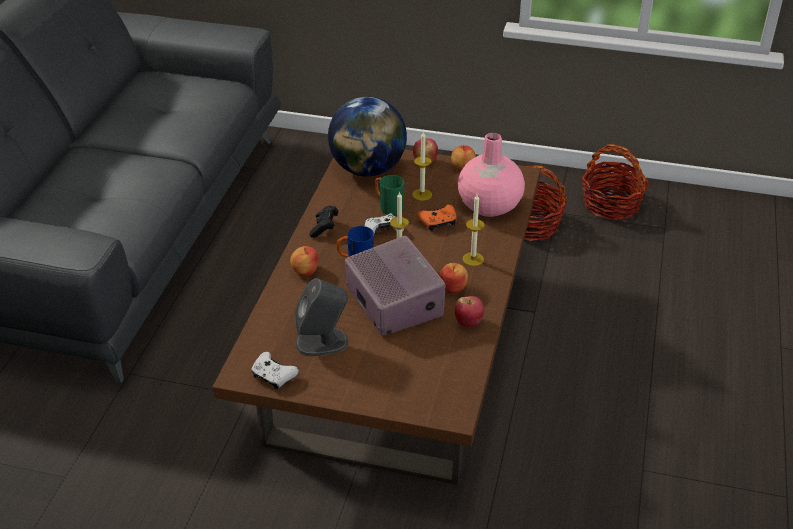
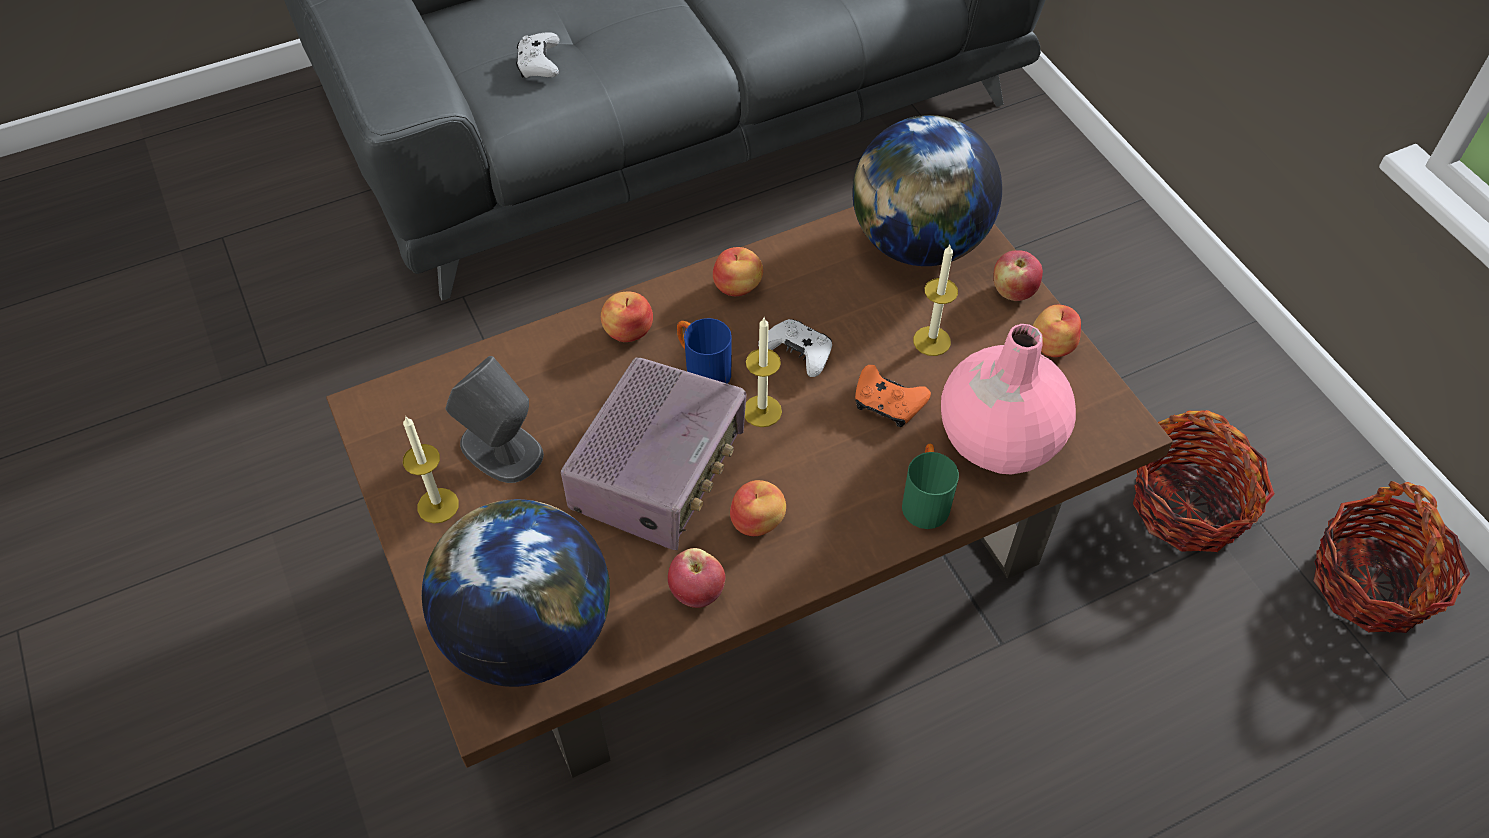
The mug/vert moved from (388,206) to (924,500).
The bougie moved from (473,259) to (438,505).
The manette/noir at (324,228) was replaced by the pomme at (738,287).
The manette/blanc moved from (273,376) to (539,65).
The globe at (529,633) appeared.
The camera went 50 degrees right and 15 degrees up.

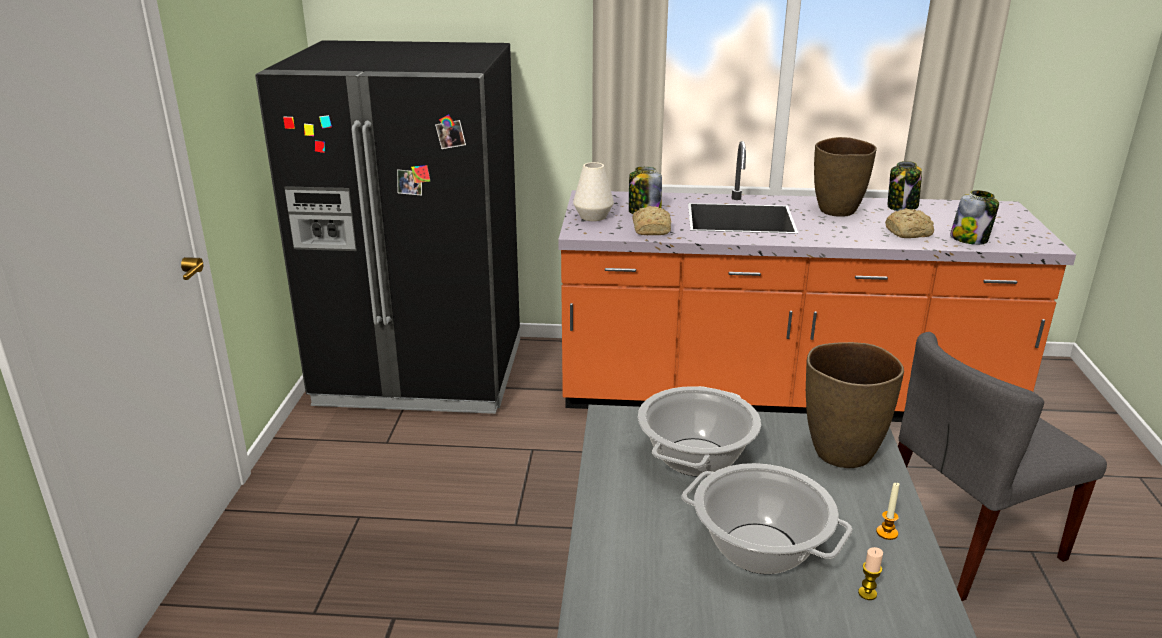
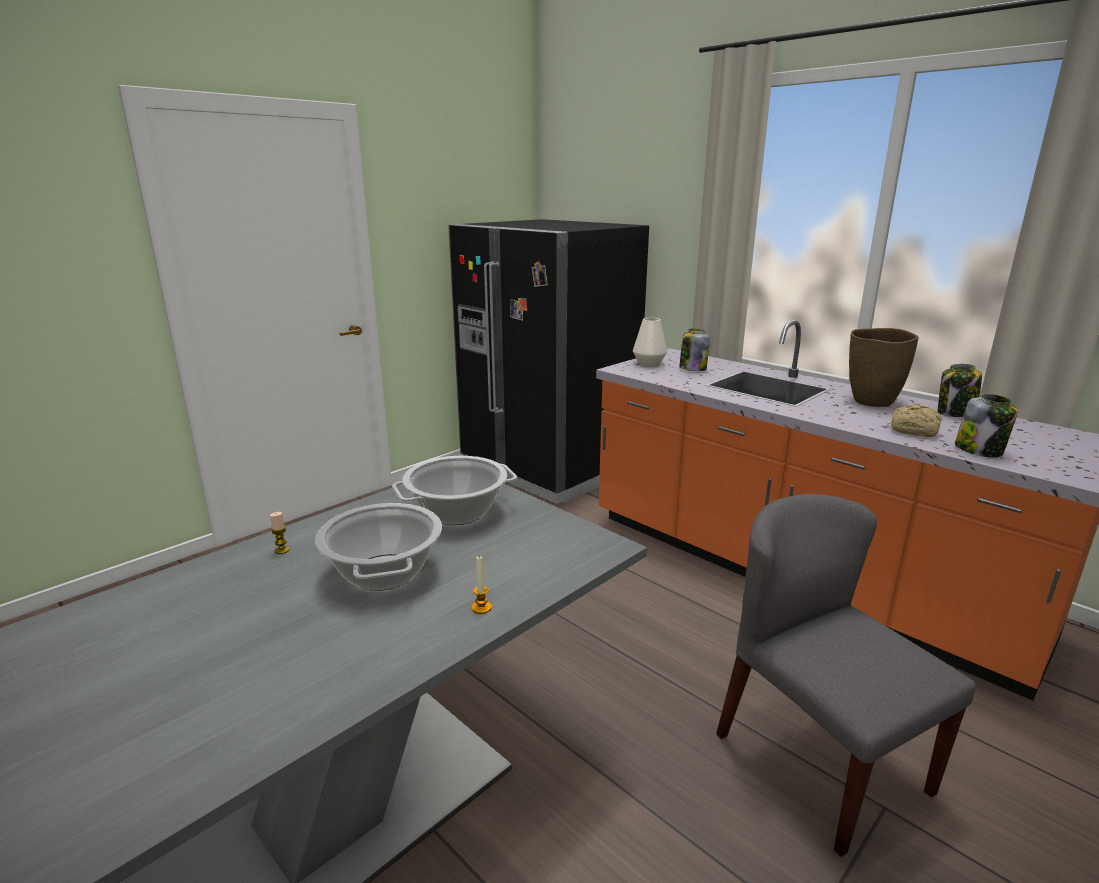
The pain at (652,229) disappeared.
The chaise/gris at (968,543) turned 45 degrees clockwise.
The vase/marron at (840,453) disappeared.
The bougie moved from (867,593) to (282,550).
The camera went 40 degrees right and 5 degrees down.

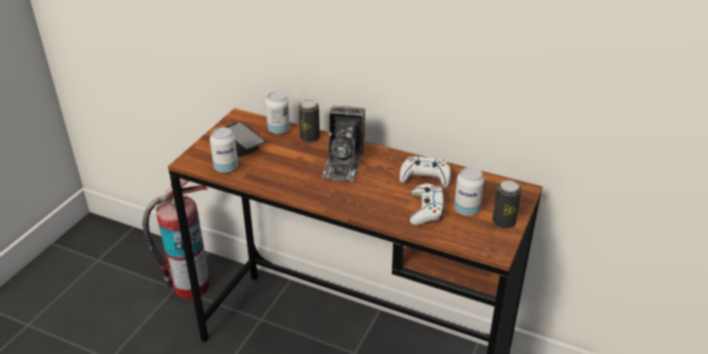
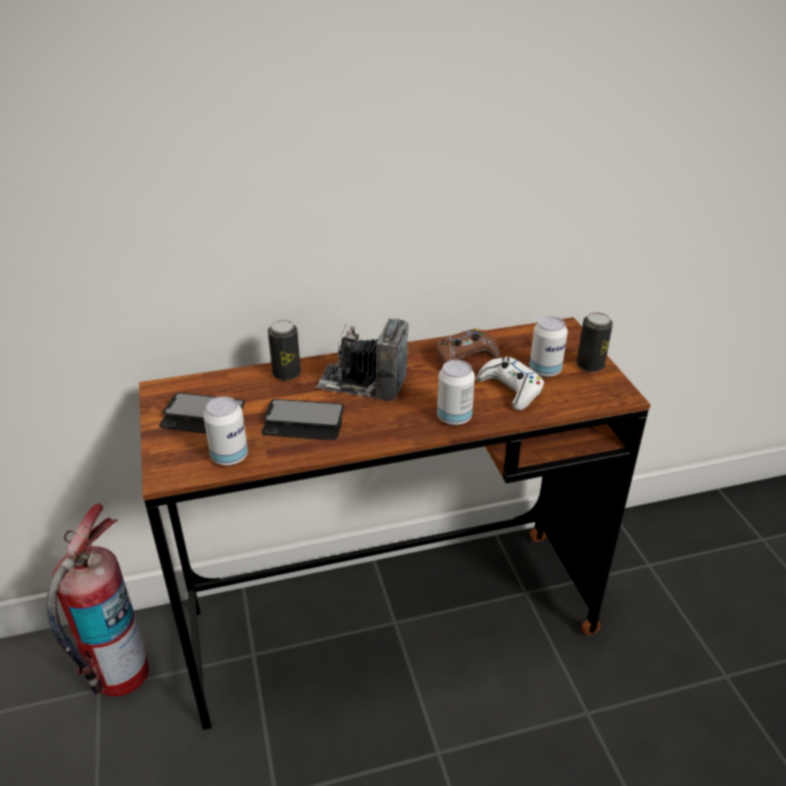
The boîte métallique moved from (279,130) to (454,417).
The appareil photo at (343,162) turned 135 degrees clockwise.
The manette/blanc at (425,177) became the manette/marron at (465,358).
The téléphone at (303,422) appeared.
The camera went 40 degrees left and 0 degrees up.

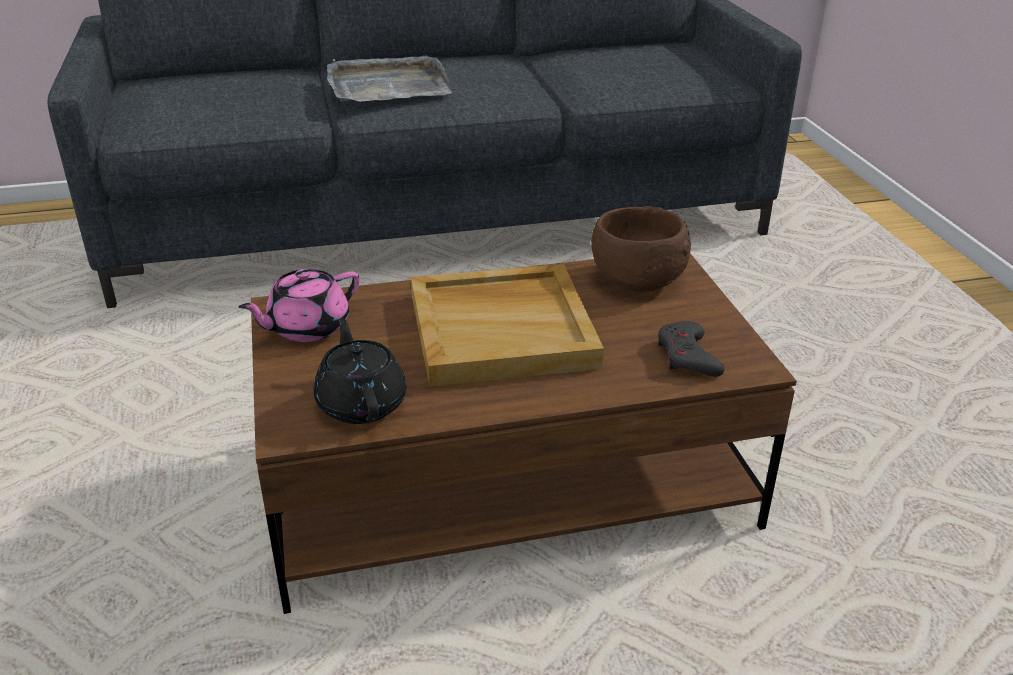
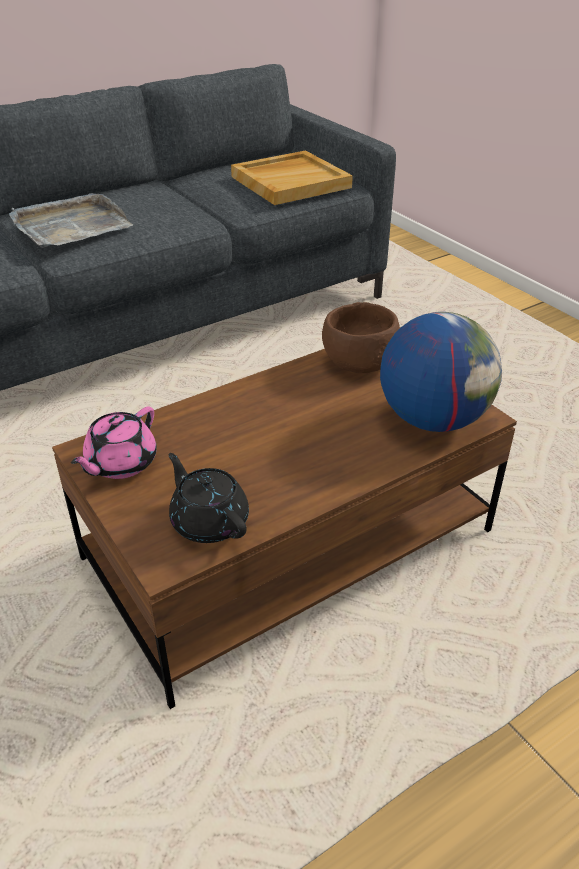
The plateau/beige moved from (503,329) to (291,182).
The manette/gris at (687,356) was replaced by the globe at (432,419).
The camera went 20 degrees left and 5 degrees up.

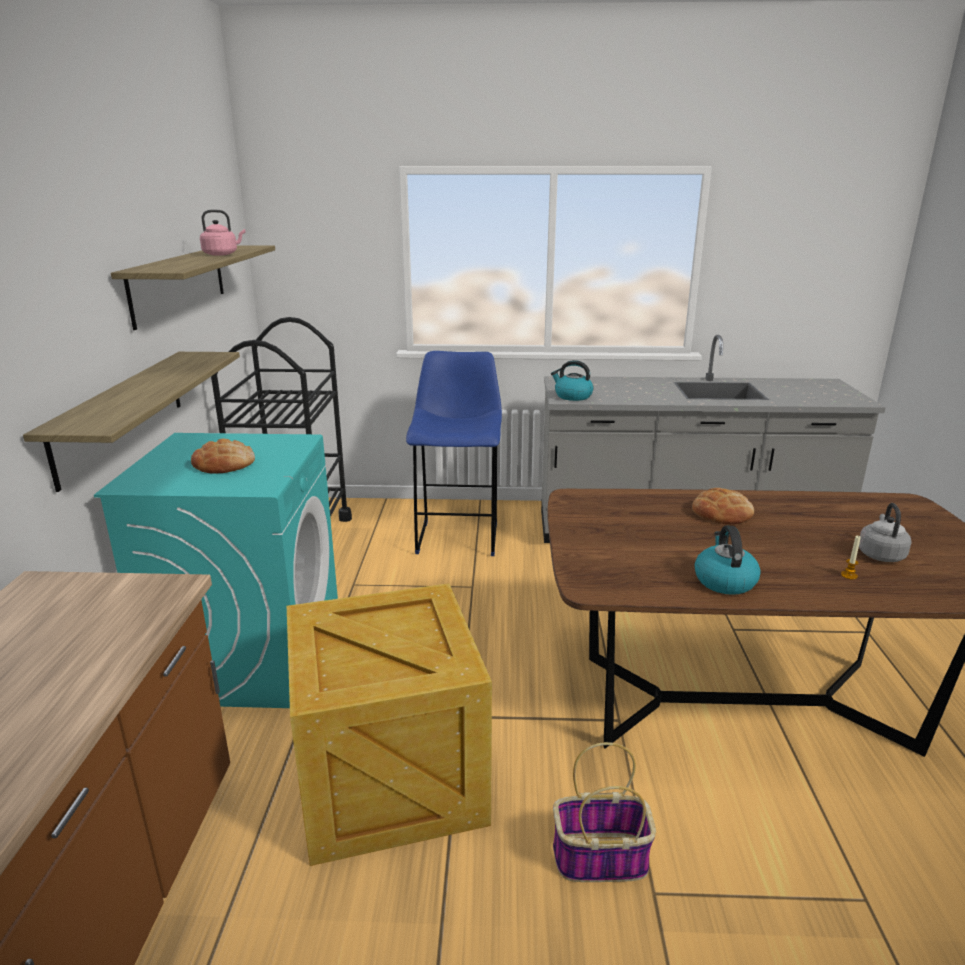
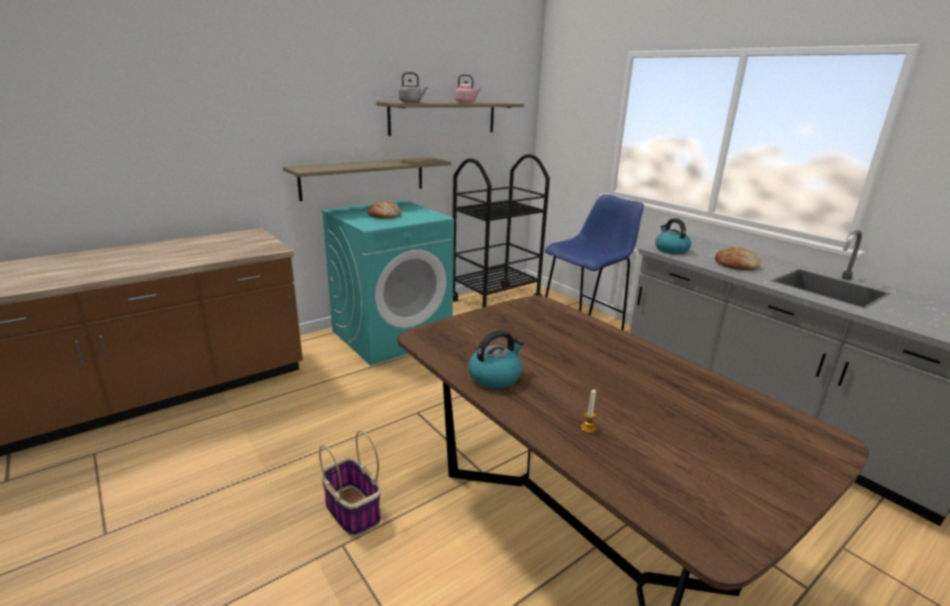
The pain moved from (722,513) to (736,264).
The bouilloire/gris moved from (880,554) to (411,102).
The caisse at (386,776) disappeared.
The camera went 50 degrees right and 0 degrees up.

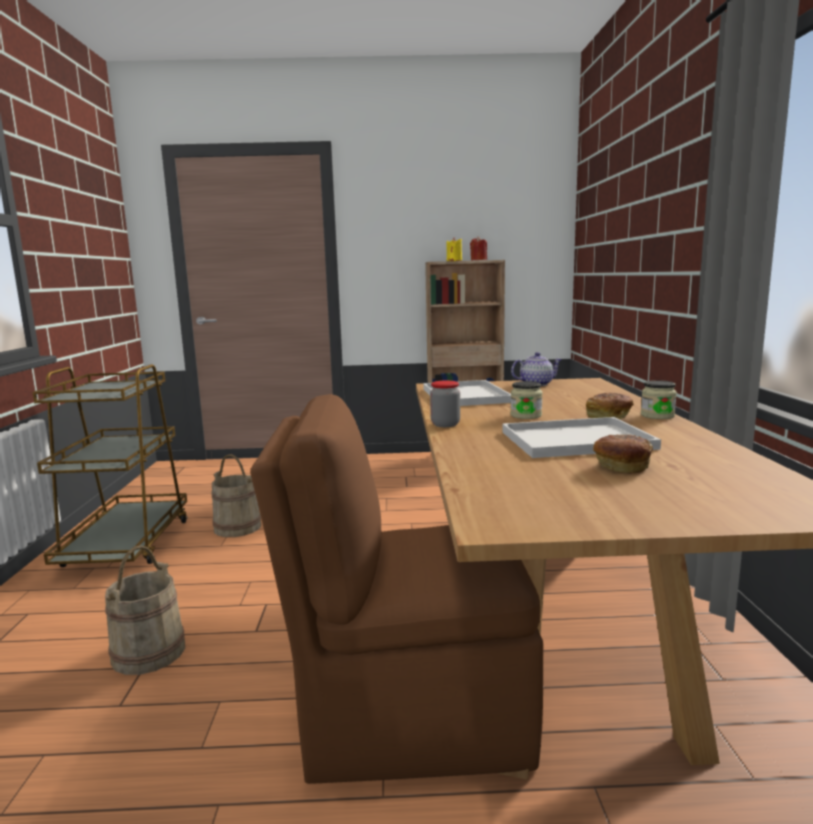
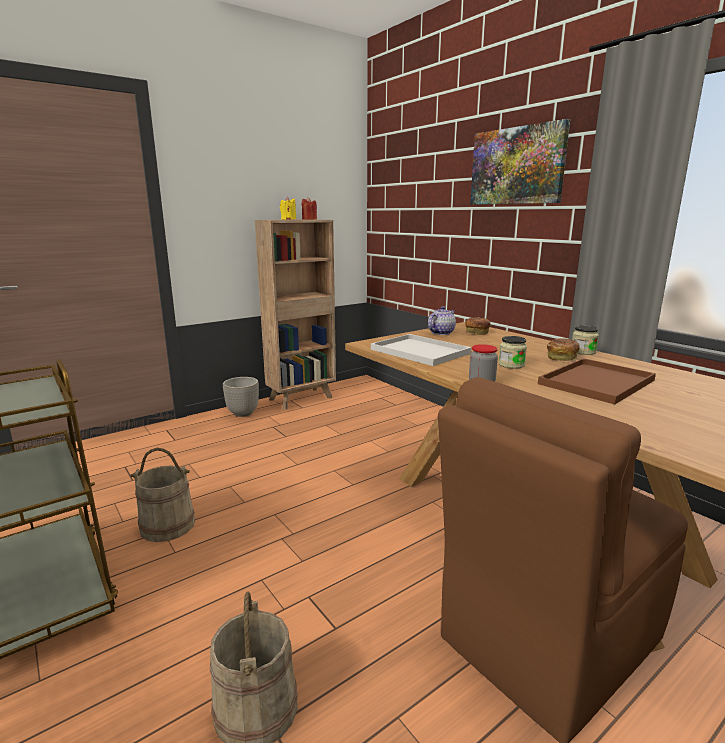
The plateau/blanc at (574,441) became the plateau/marron at (596,383).
The pain moved from (621,466) to (476,332).
The tableau at (517,166) appeared.
The cache-pot at (242,413) appeared.
The camera went 35 degrees left and 5 degrees up.

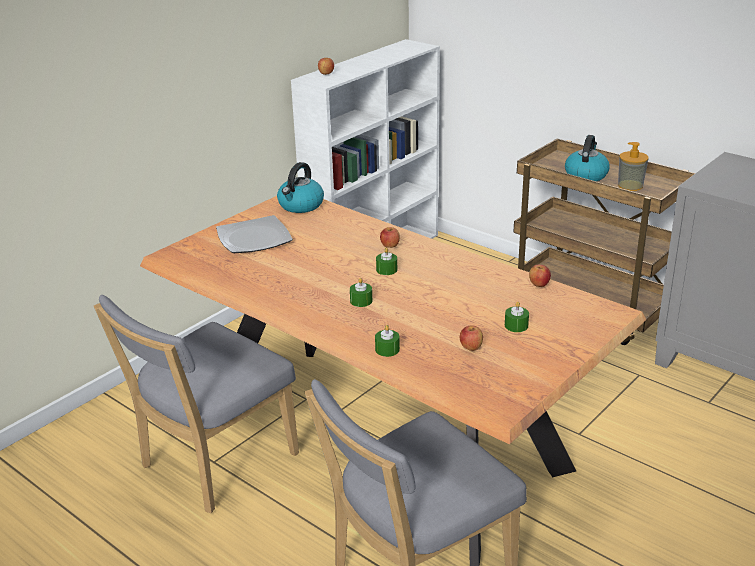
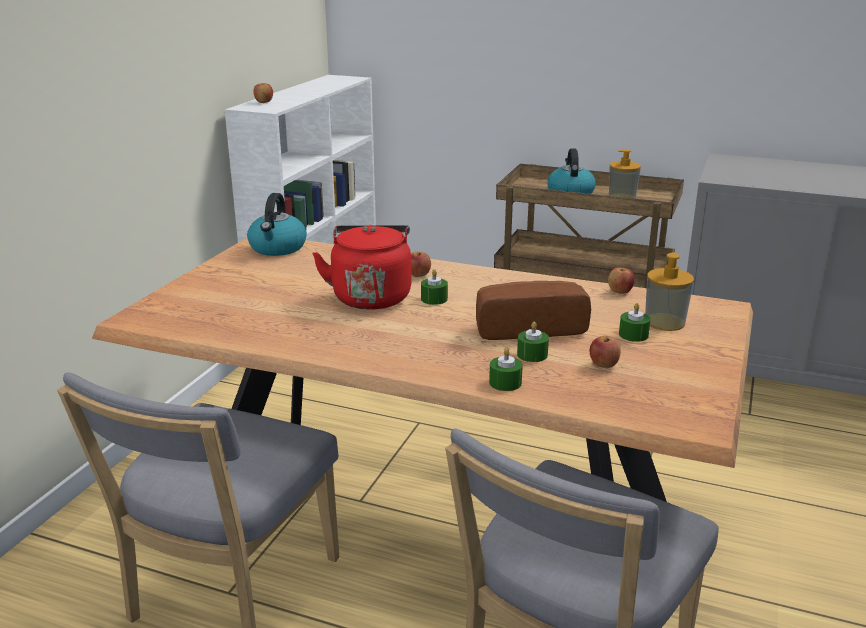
The assiette at (255,238) disappeared.
The bougie/vert moved from (361,301) to (532,354).
The bouilloire/rouge at (371,296) appeared.
The distributeur de savon at (664,322) appeared.
The pain at (528,328) appeared.
The camera went 20 degrees left and 5 degrees down.

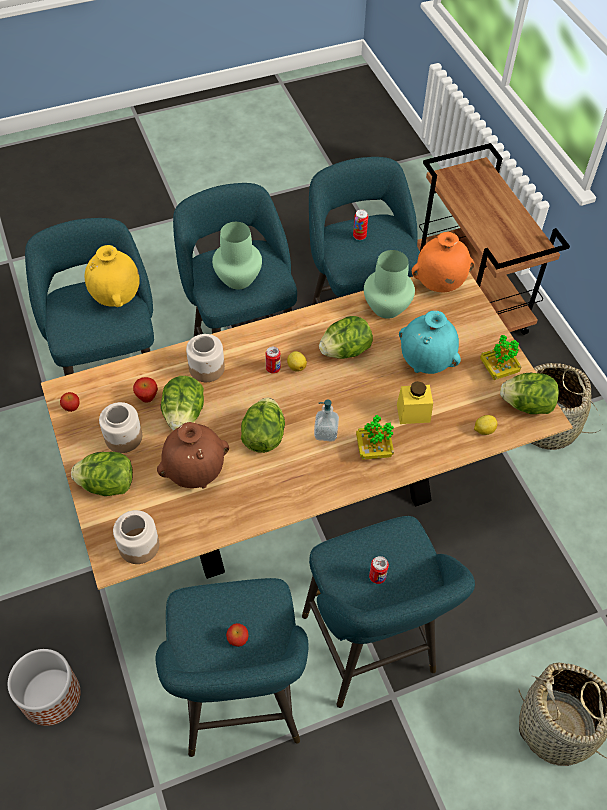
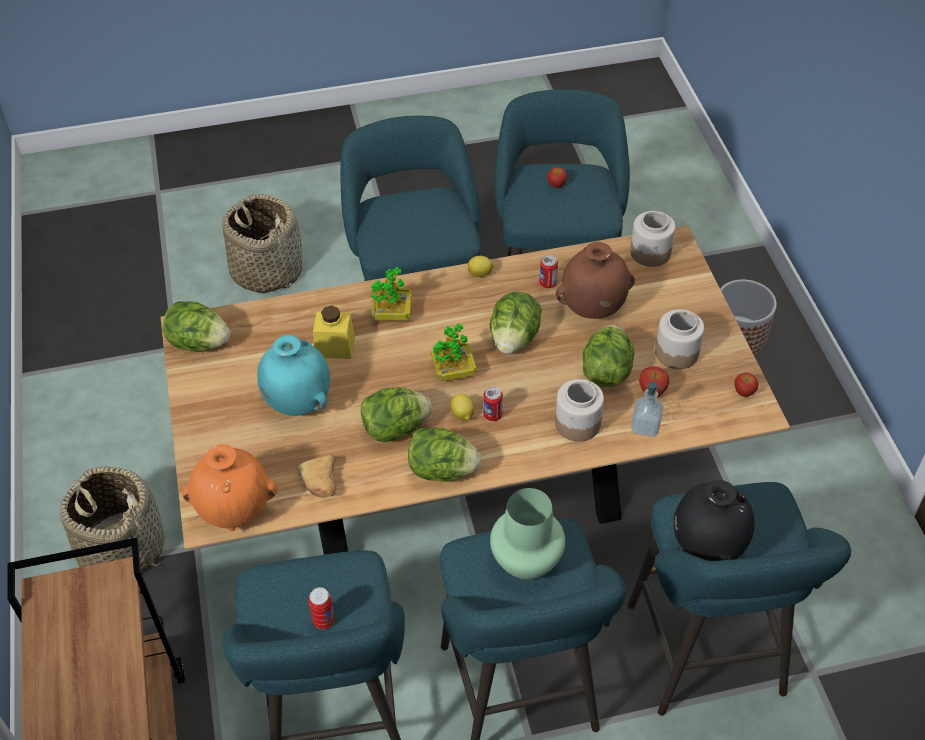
The vase/jaune at (117,298) became the vase/noir at (707,546).
The vase/vert at (387,307) was replaced by the pain at (321,484).
The plante en pot moved from (498,370) to (453,371).
The distributeur de savon moved from (326,433) to (645,426).
The citron moved from (483,430) to (480,274).
The laitue moved from (107,485) to (442,470).
The boîte métallique moved from (377,576) to (548,283).
The camera went 170 degrees left and 5 degrees down.

